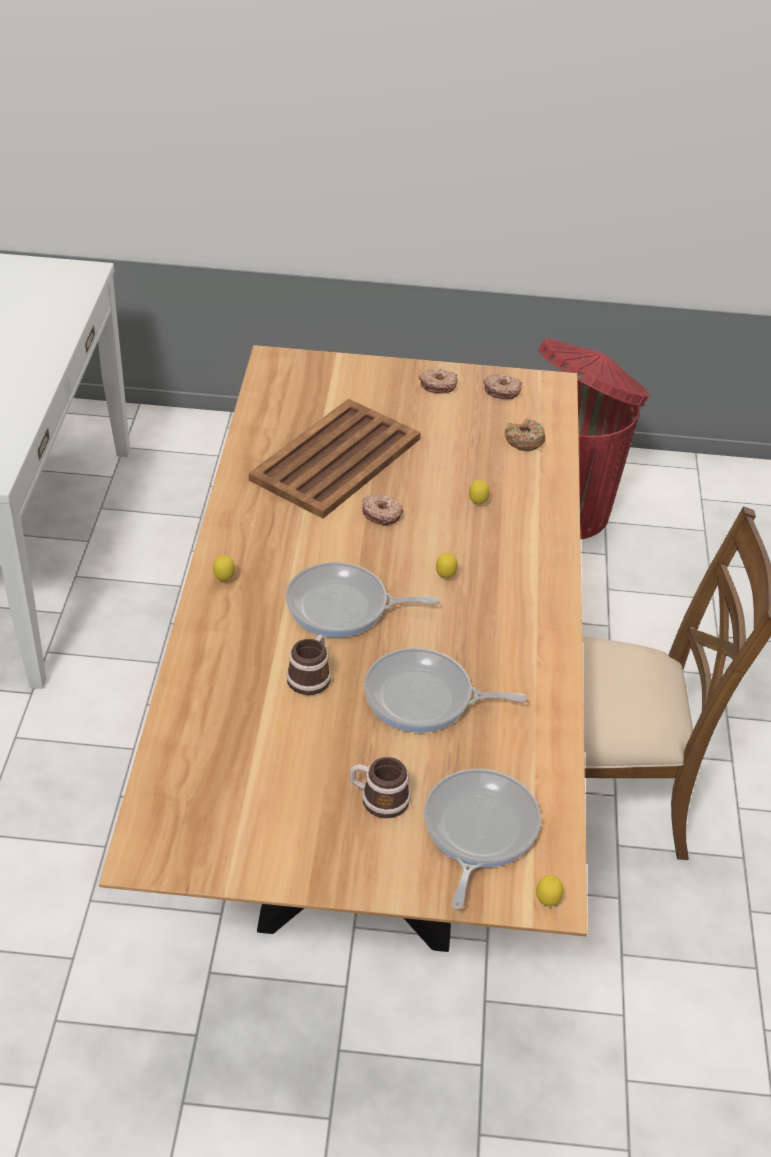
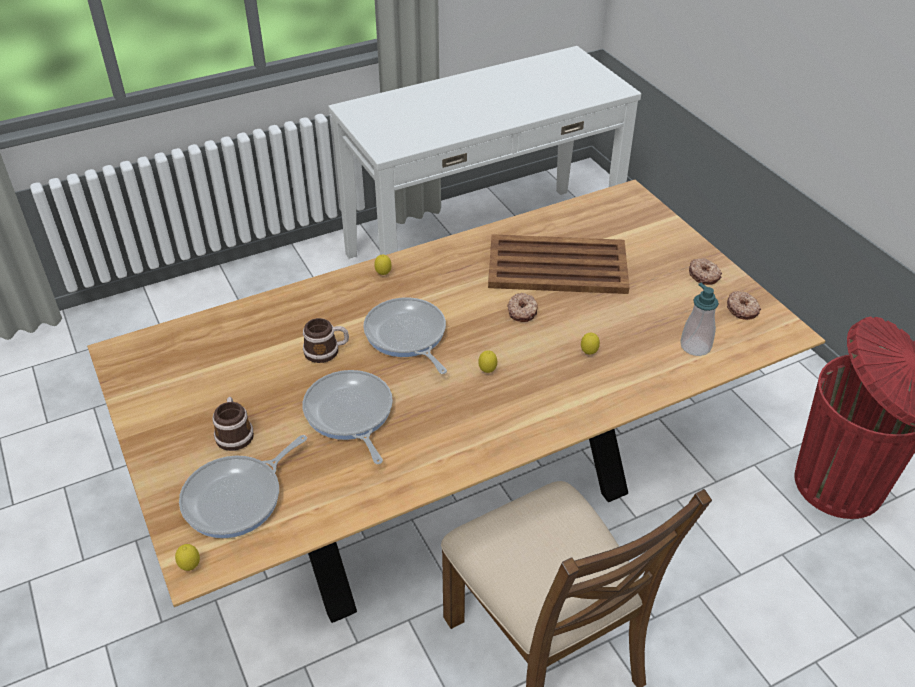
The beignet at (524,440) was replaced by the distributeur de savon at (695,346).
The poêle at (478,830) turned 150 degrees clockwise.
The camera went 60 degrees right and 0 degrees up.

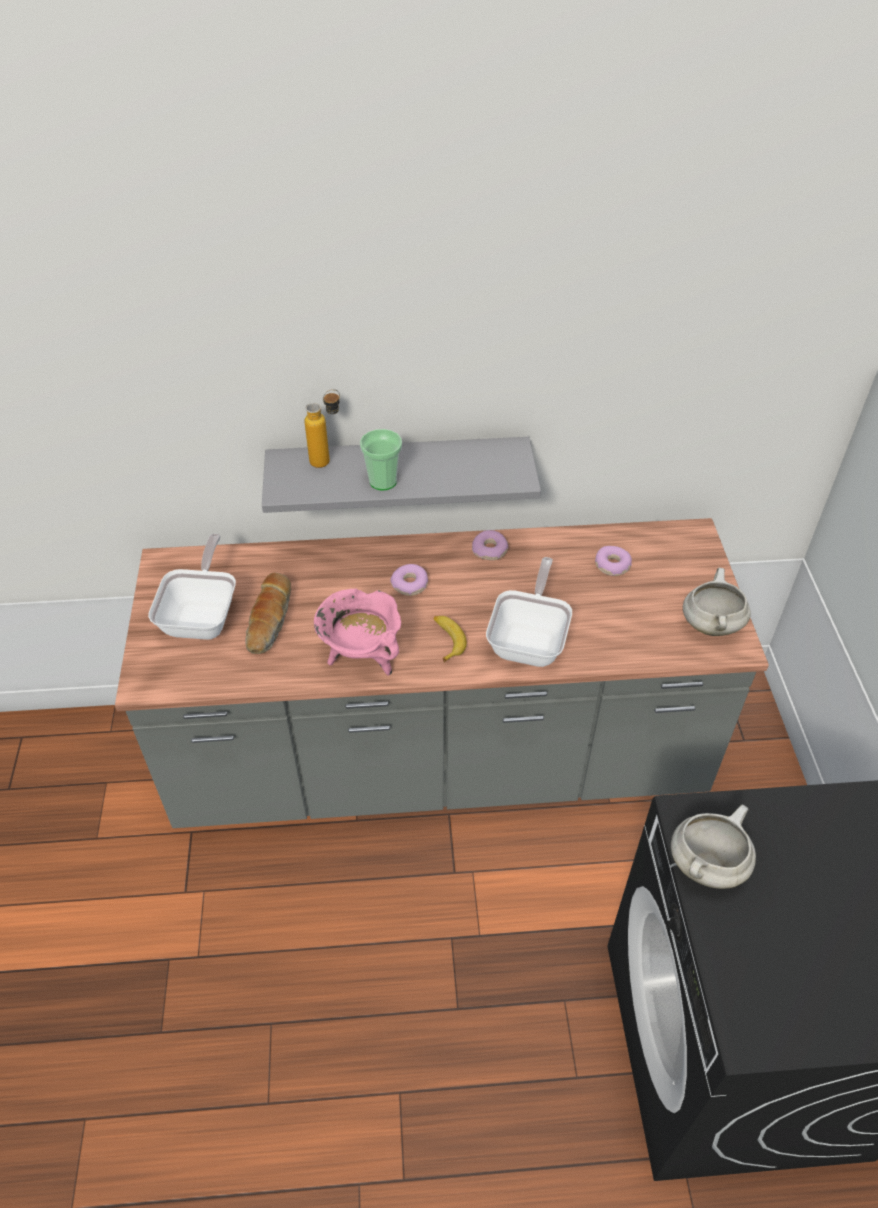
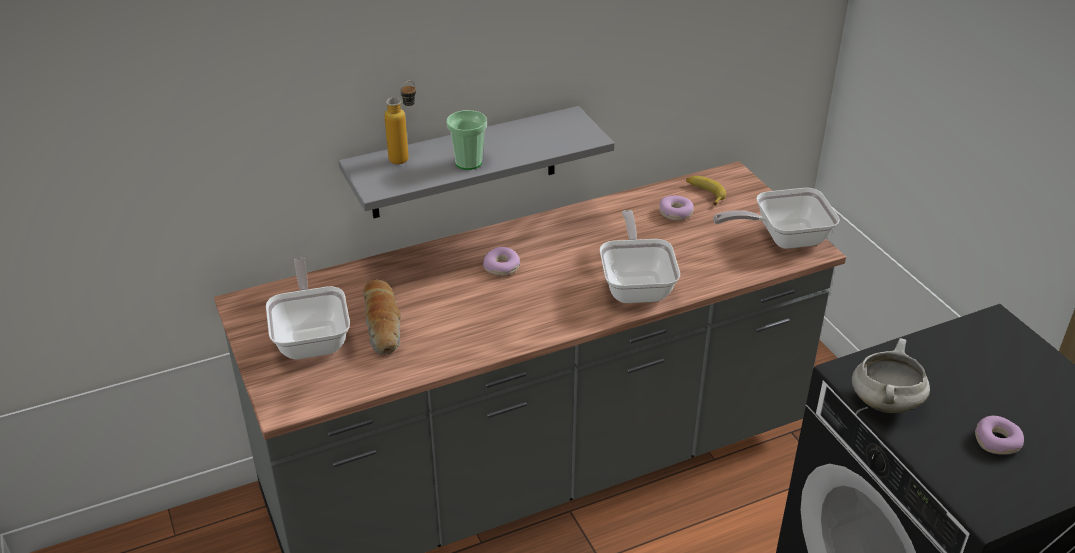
The beignet moved from (490,550) to (997,441).
The marmite/blanc at (710,624) was replaced by the poêle at (783,238).
The marmite/rose at (362,657) disappeared.
The banane moved from (446,640) to (704,193).
The camera went 20 degrees left and 10 degrees down.

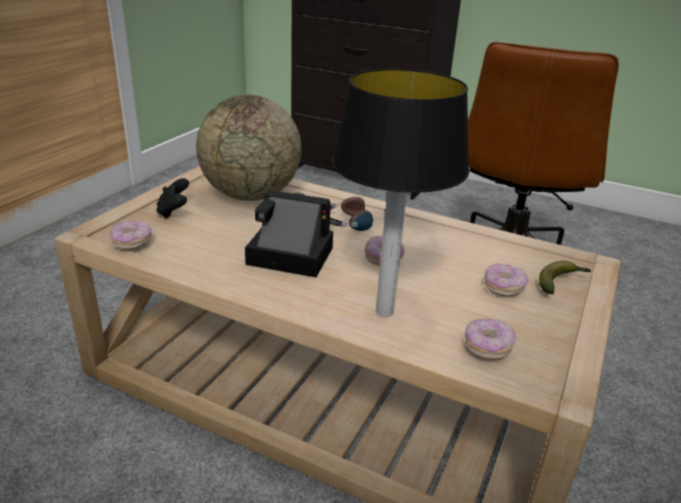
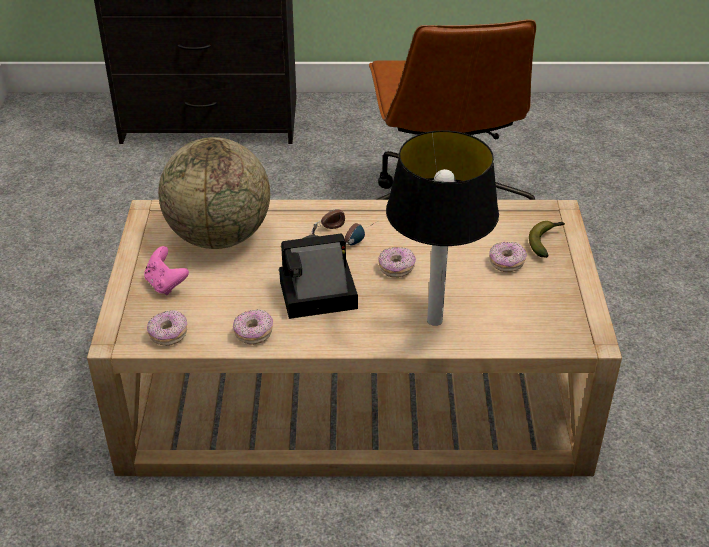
The manette/noir at (174,212) became the manette/rose at (166,284).
The beignet moved from (487,347) to (253,333).
The camera went 25 degrees left and 10 degrees up.

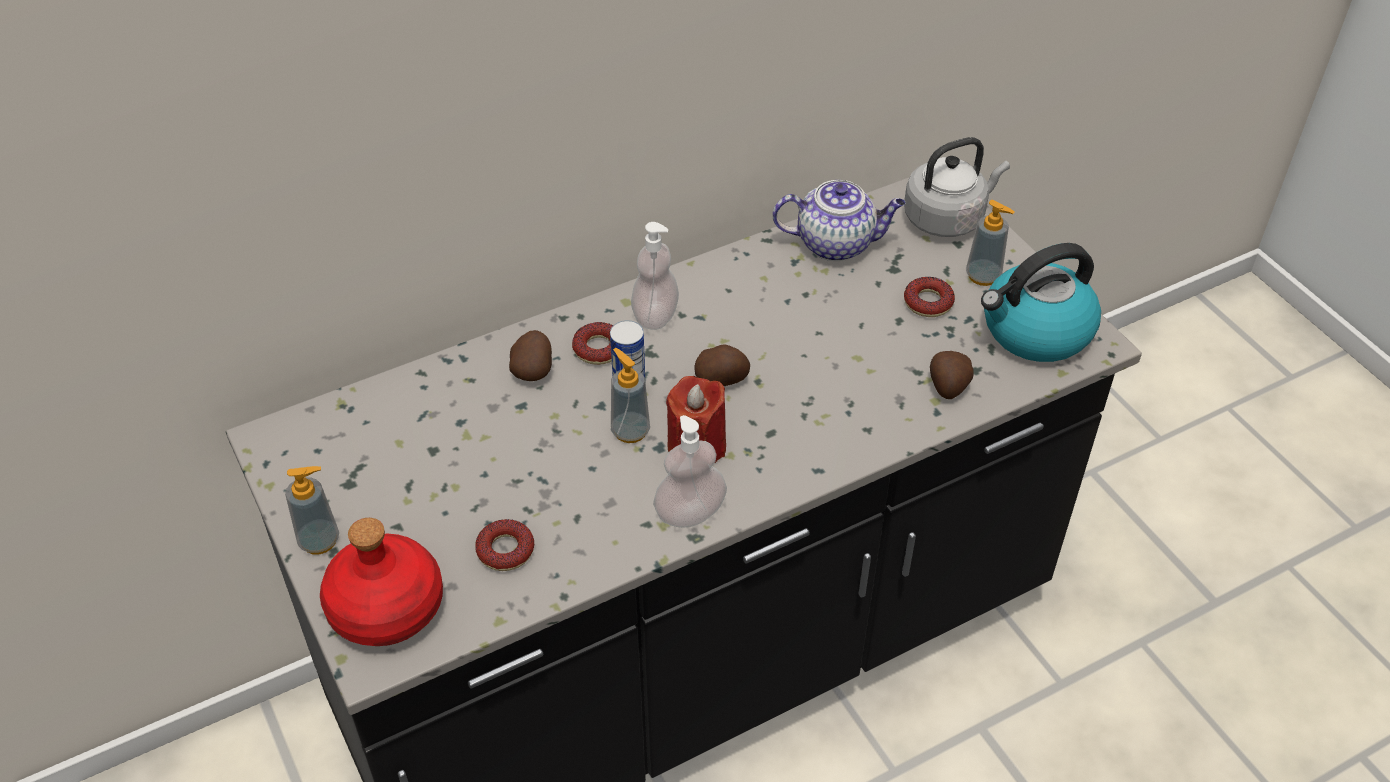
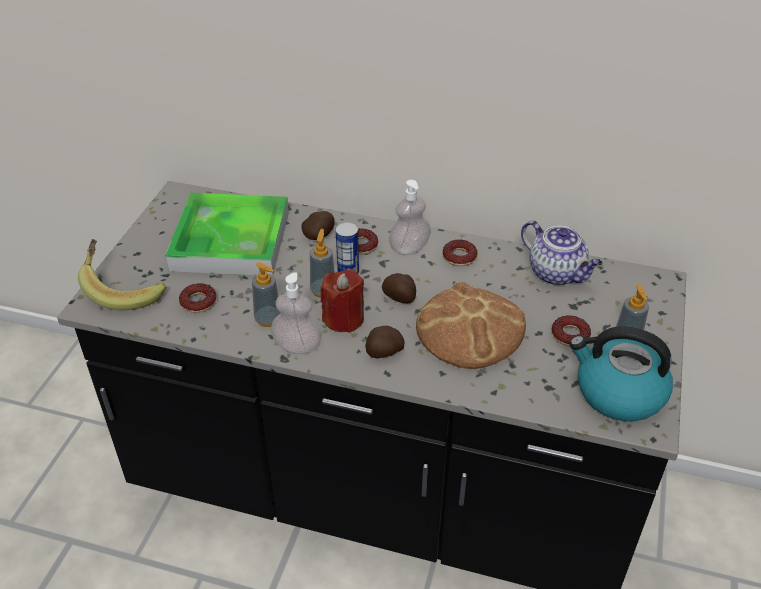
The bouilloire/gris at (947,218) disappeared.
The pomme de terre moved from (948,387) to (384,352).
The distributeur de savon moved from (319,540) to (268,319).
The bouteille/rouge at (386,606) was replaced by the banane at (123,289).
The plateau at (231,240) appeared.
The beignet at (459,257) appeared.
The pain at (470,330) appeared.
The camera went 45 degrees right and 5 degrees down.

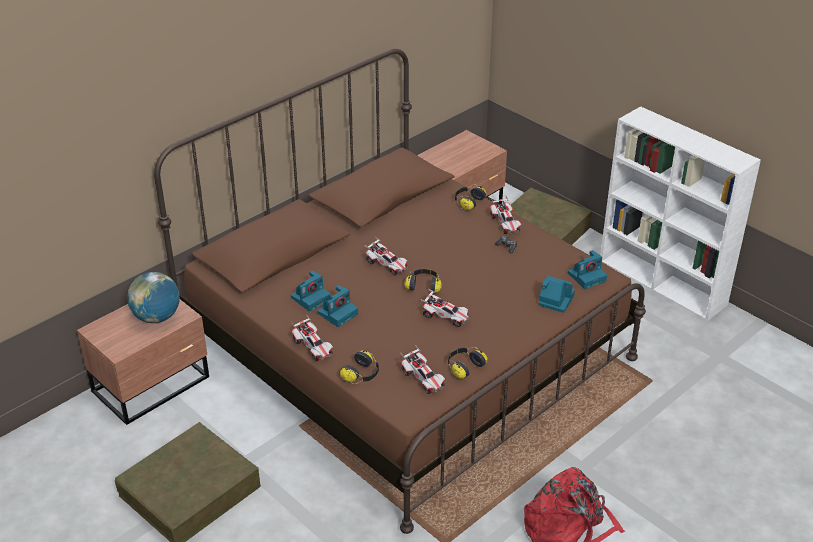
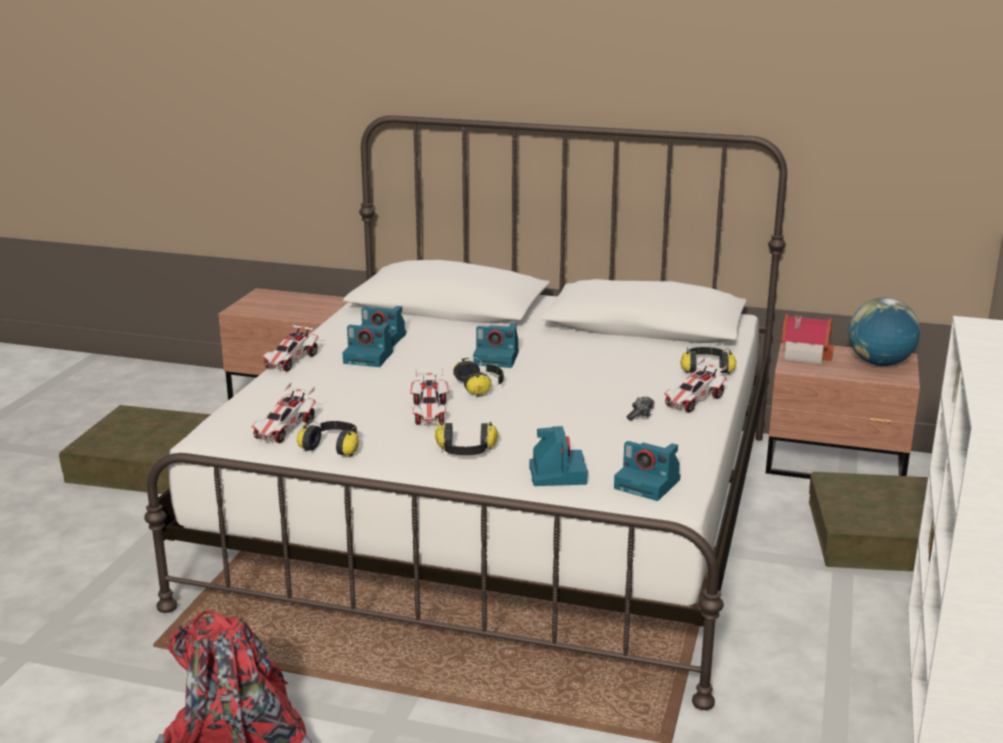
The lit/marron at (405,351) became the lit/blanc at (501,512).
The petite voiture at (387,265) was replaced by the appareil photo at (497,358).
The globe moved from (157,317) to (879,363).
The casque audio moved from (362,374) to (466,452).
The maison miniature at (803,354) appeared.
The camera went 60 degrees right and 15 degrees down.

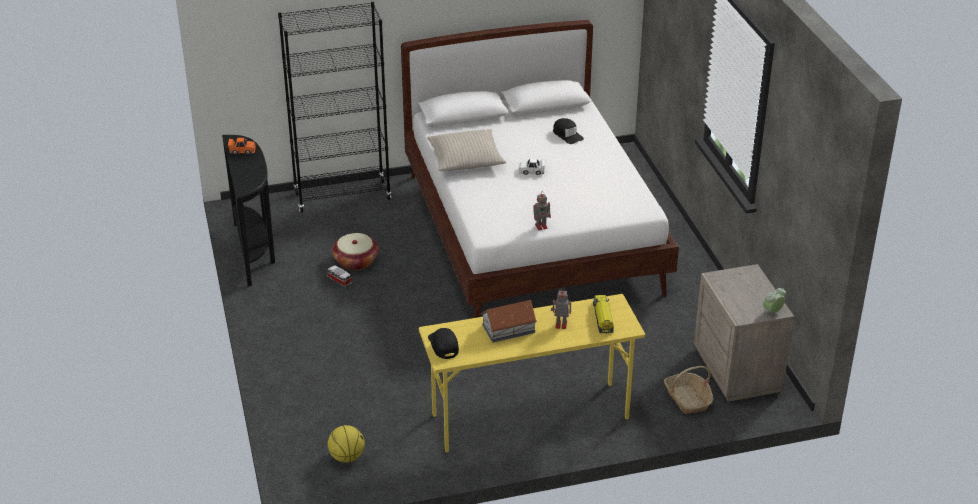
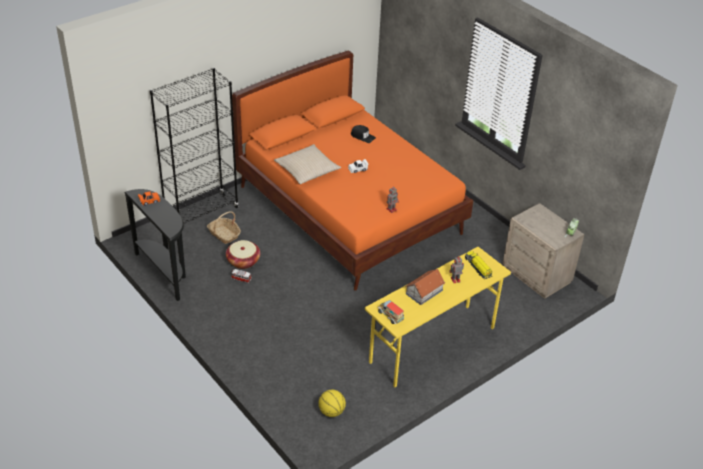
The lit/blanc at (532,233) became the lit/orange at (350,209).
The casquette/noir at (443,345) was replaced by the camion jouet at (390,316).
The panier moved from (687,399) to (224,234).
The camera went 25 degrees left and 5 degrees up.

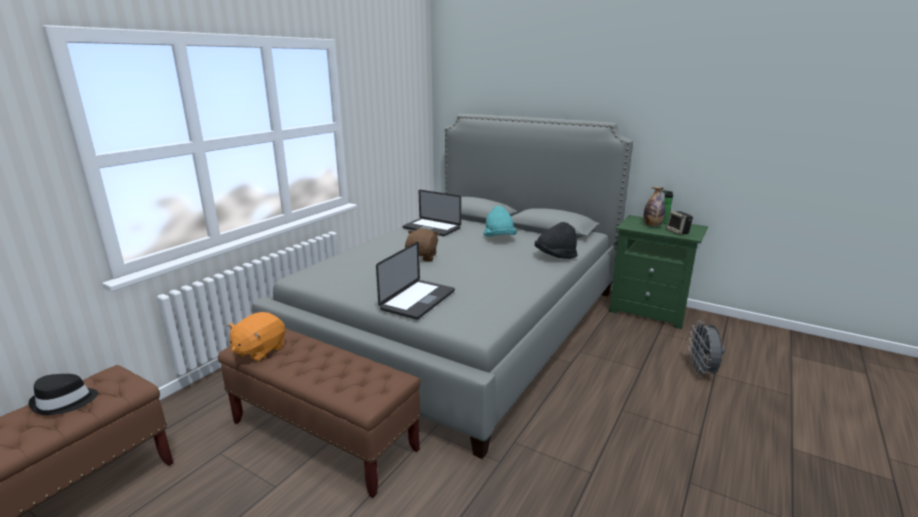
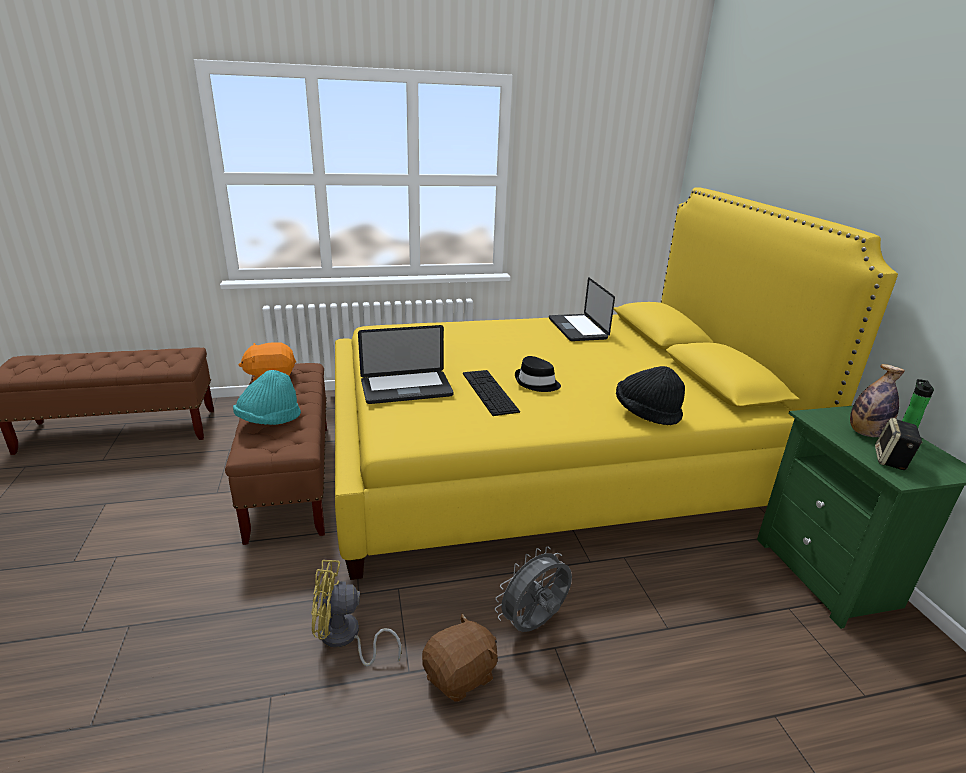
The lit/gris at (461,324) became the lit/jaune at (544,454).
The chapeau/turquoise moved from (499,238) to (269,421).
The peluche/marron moved from (422,257) to (461,675).
The ventilateur/gris moved from (702,372) to (534,624).
The chapeau/noir moved from (64,402) to (536,383).
The clavier at (489,392) appeared.
The ventilateur/jaune at (345,638) appeared.
The camera went 45 degrees right and 5 degrees up.

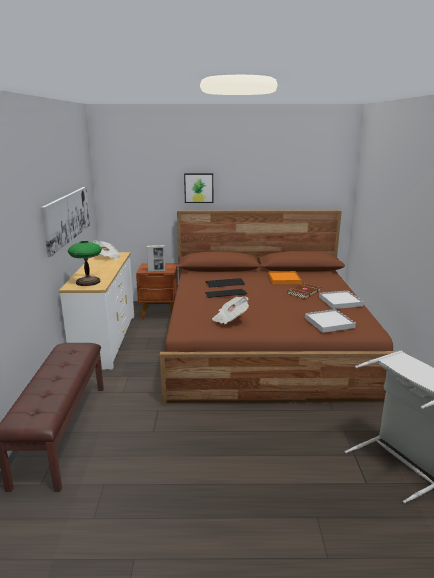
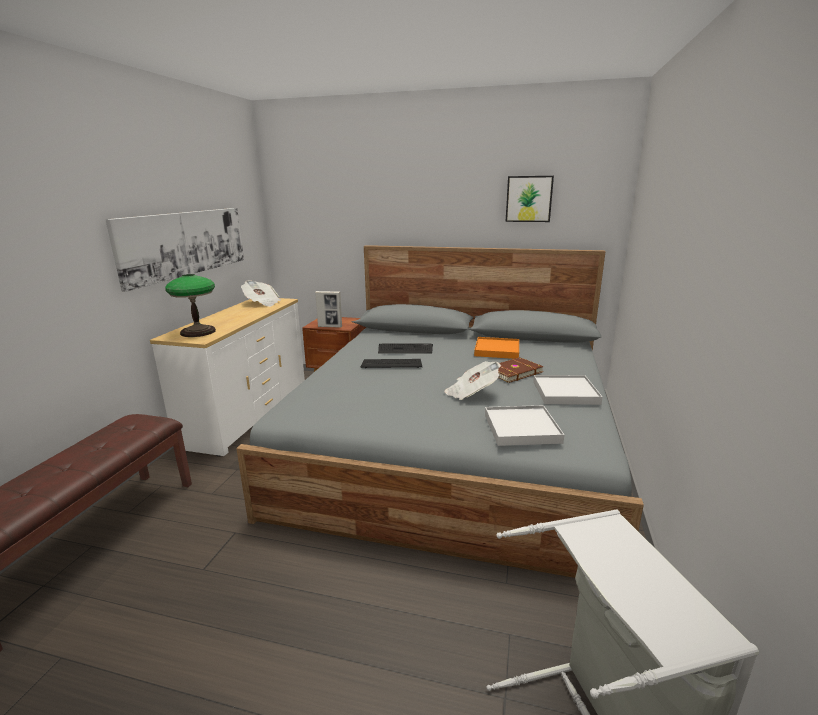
The tableau moved from (199,188) to (529,199).
The lit/marron at (264,345) became the lit/gris at (454,446).
The journal moved from (230,319) to (471,393).
The camera went 15 degrees right and 0 degrees up.

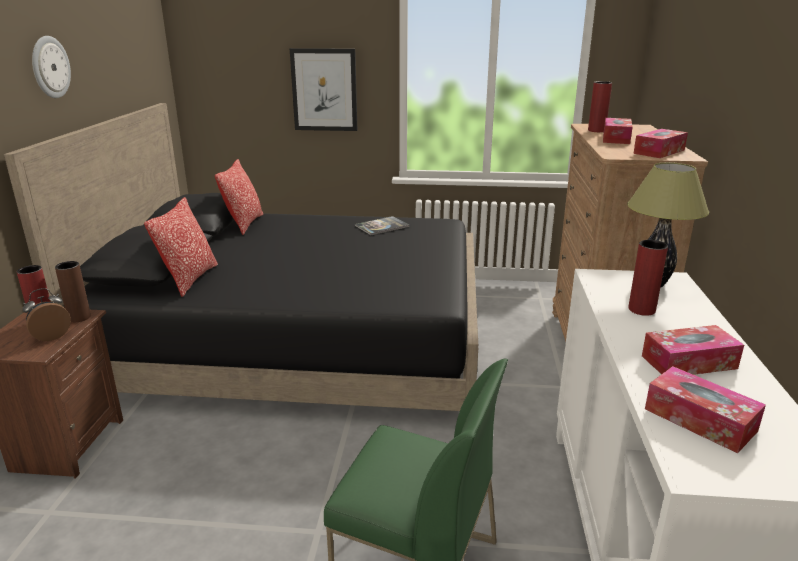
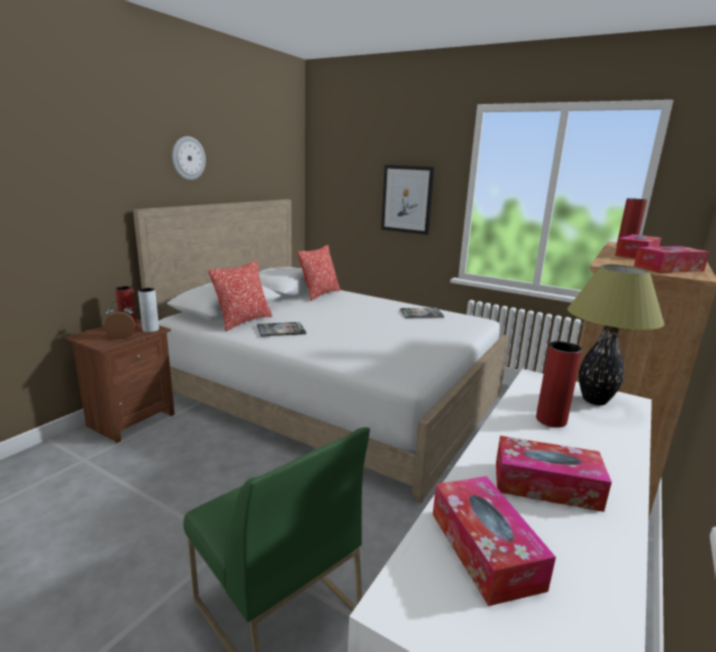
The lit/noir at (301,340) became the lit/blanc at (333,393).
The vase/marron at (79,317) became the vase/gris at (150,329).
The livre at (281,330) appeared.
The camera went 25 degrees right and 5 degrees down.

